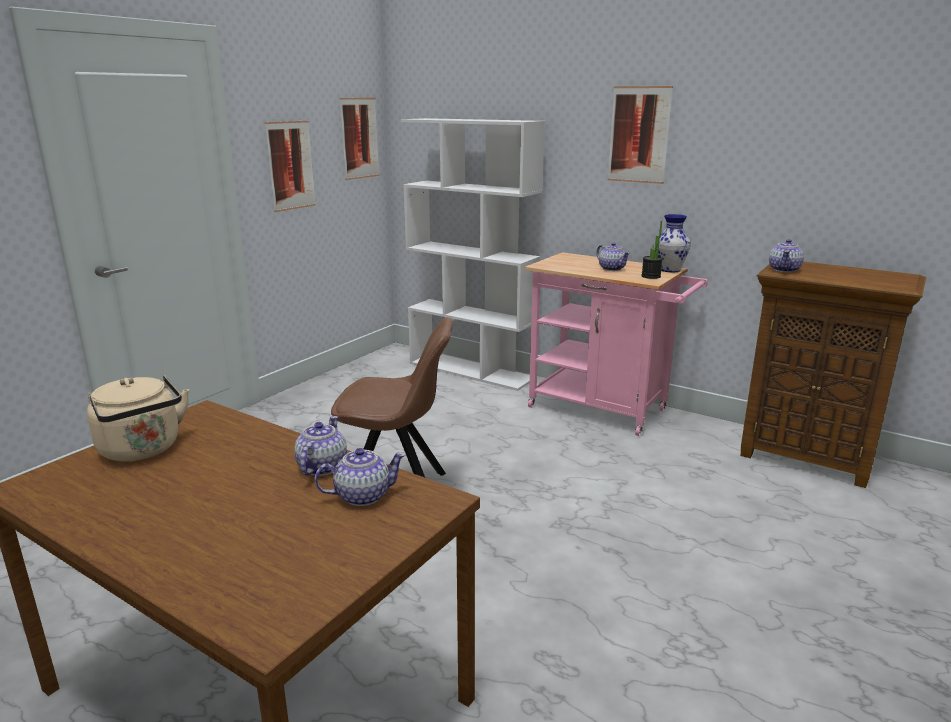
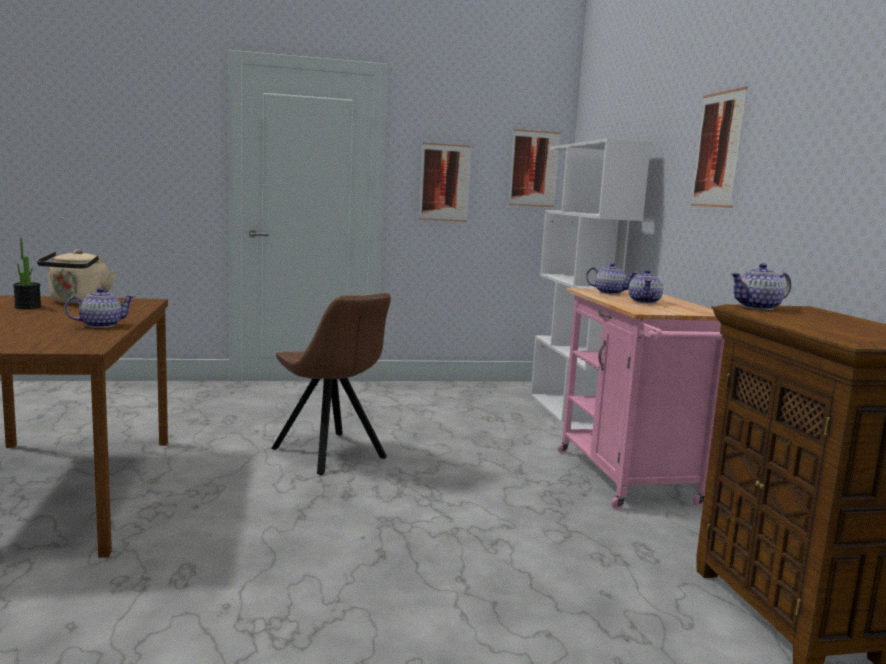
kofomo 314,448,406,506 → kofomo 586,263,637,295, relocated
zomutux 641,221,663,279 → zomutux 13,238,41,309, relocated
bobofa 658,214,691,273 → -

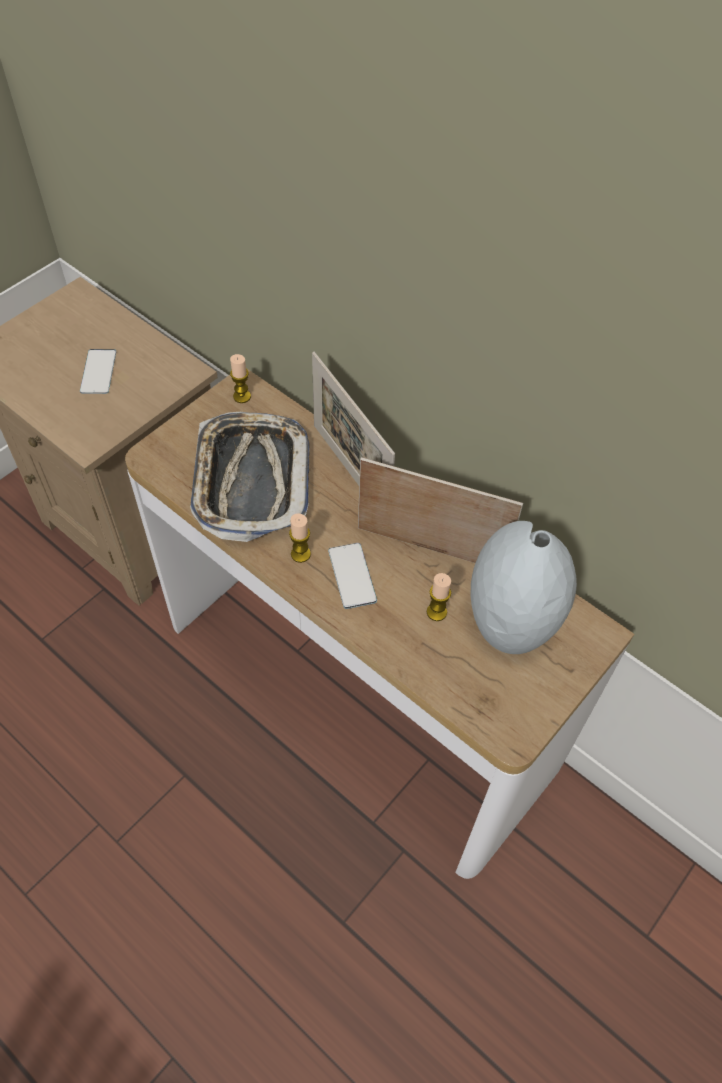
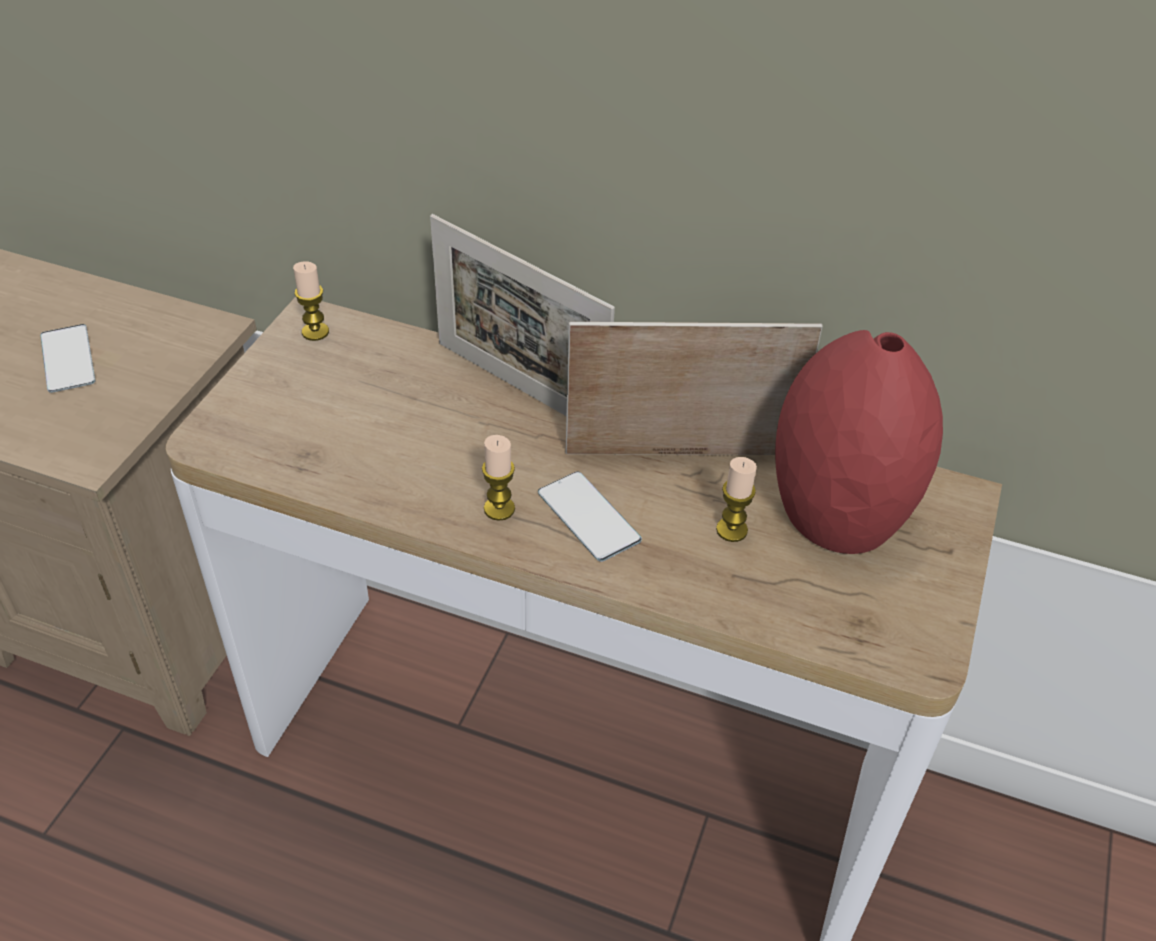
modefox 190,412,310,542 → -
grey_bobofa 471,521,577,654 → red_bobofa 775,330,943,554

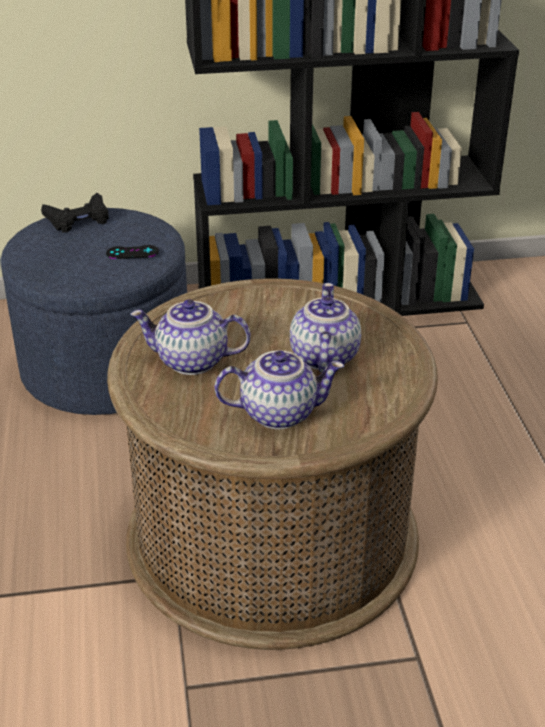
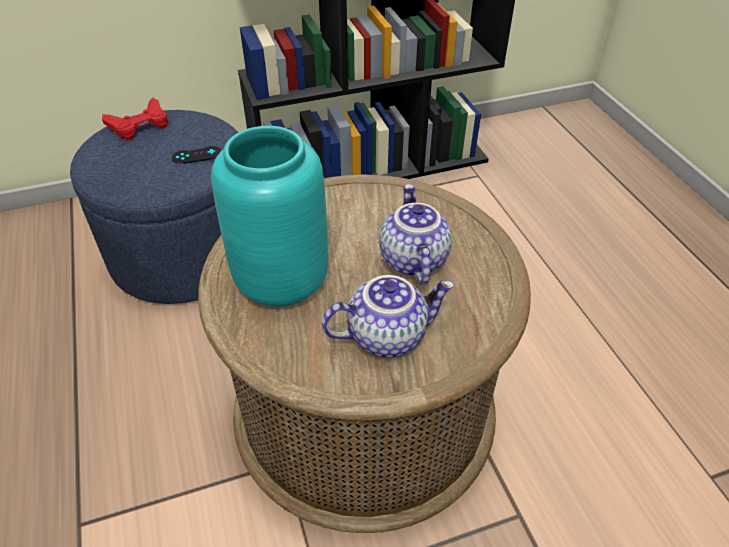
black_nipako 41,193,109,232 → red_nipako 102,98,169,141
kofomo 130,300,251,375 → turquoise_bobofa 211,126,328,307

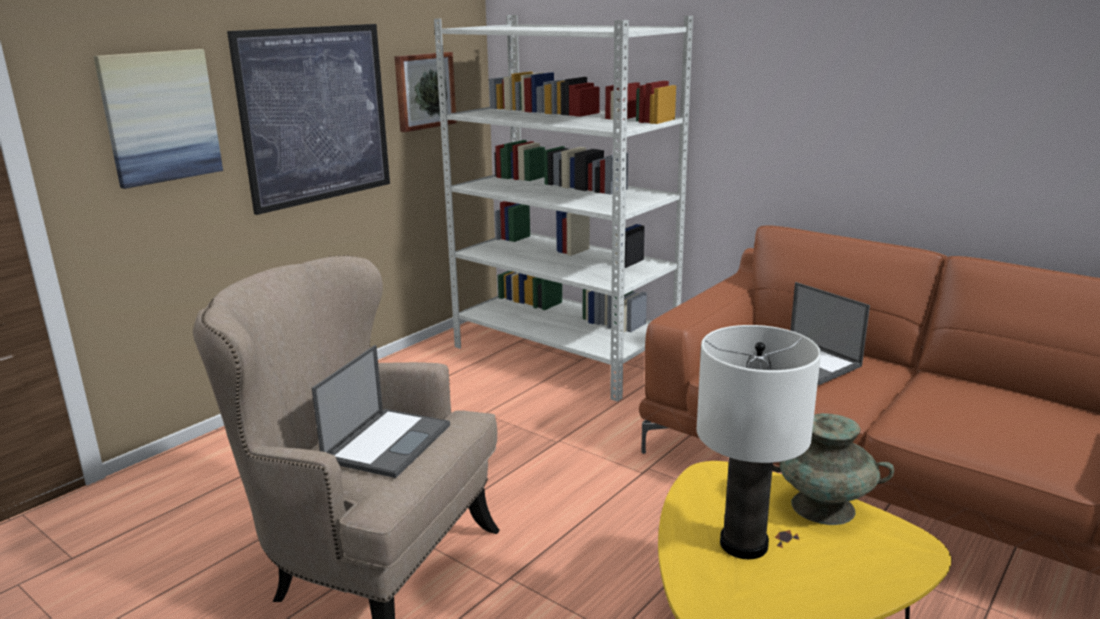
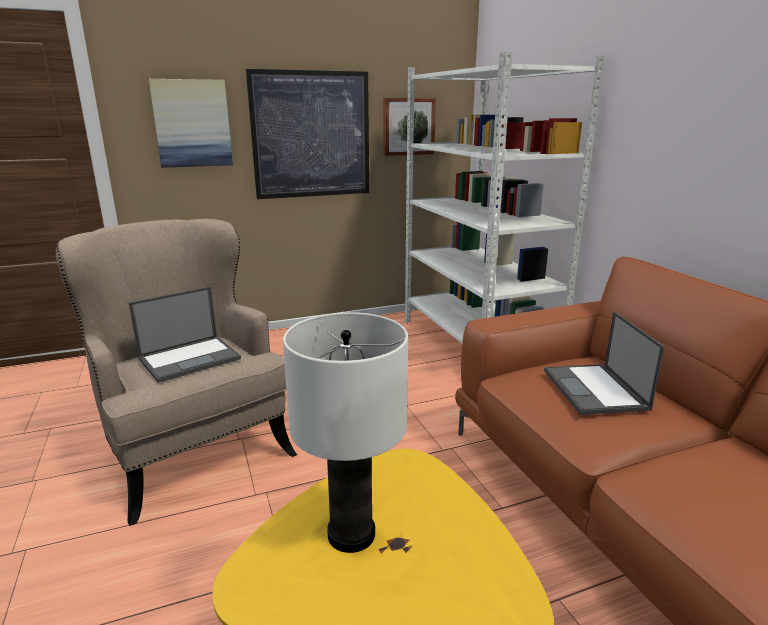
turquoise_bobofa 772,413,894,525 → -

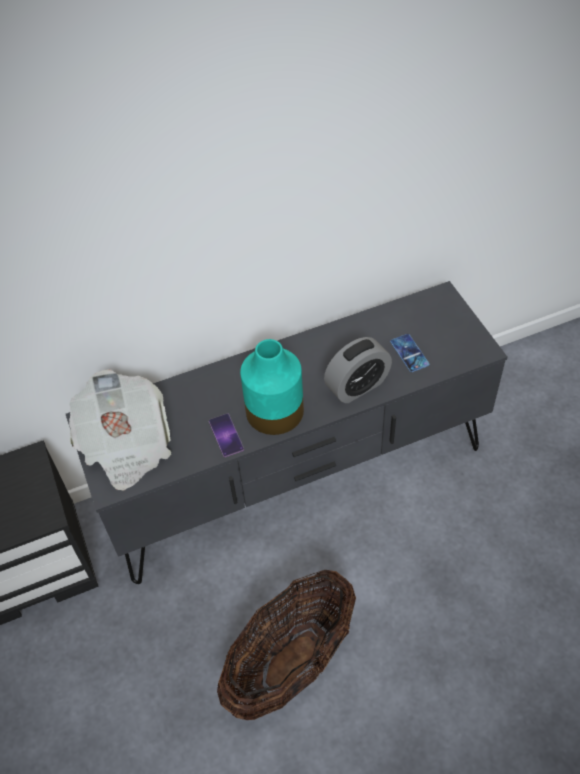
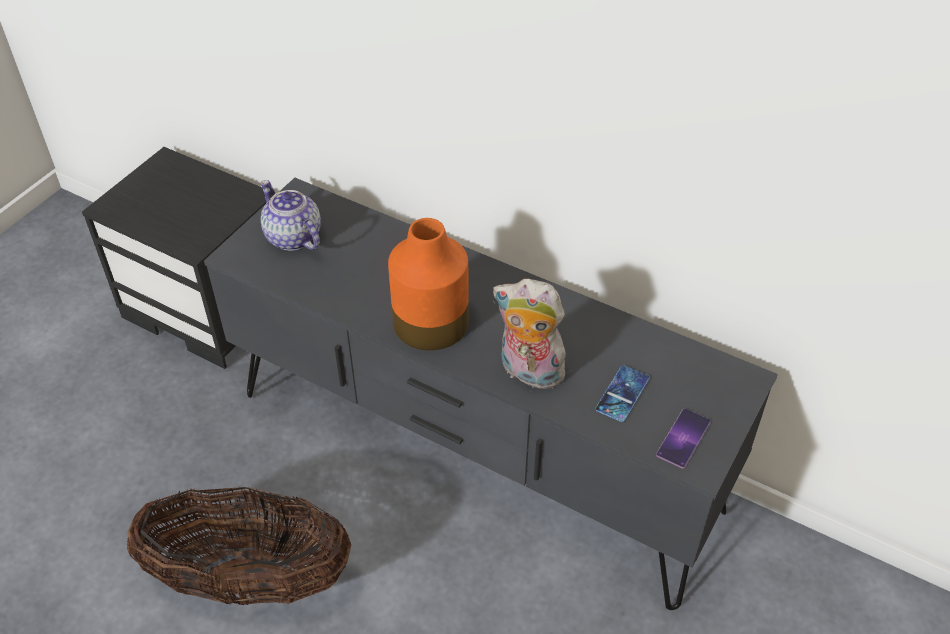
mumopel 69,369,171,490 → kofomo 260,180,321,251
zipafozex 209,413,244,457 → zipafozex 656,408,711,469, relocated
turquoise_bobofa 240,339,304,435 → orange_bobofa 388,218,469,351
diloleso 324,337,392,403 → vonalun 493,279,568,389

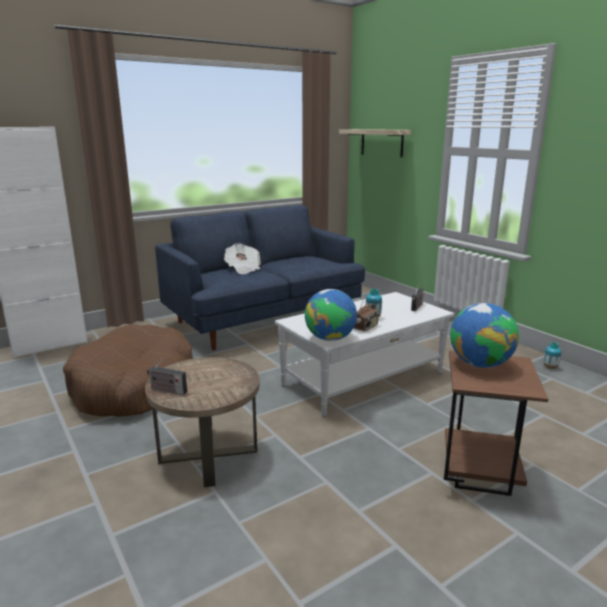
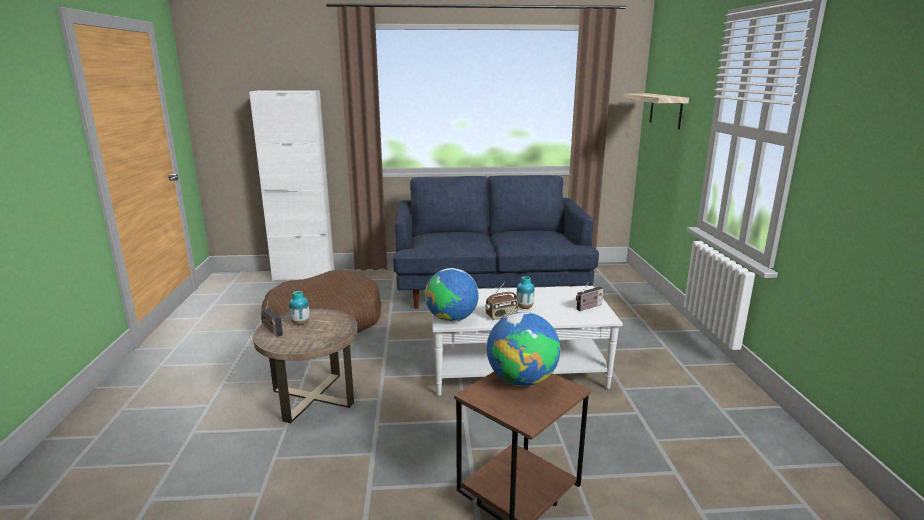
mumopel 224,243,261,274 → -
bobofa 543,342,561,369 → bobofa 289,291,310,325, relocated

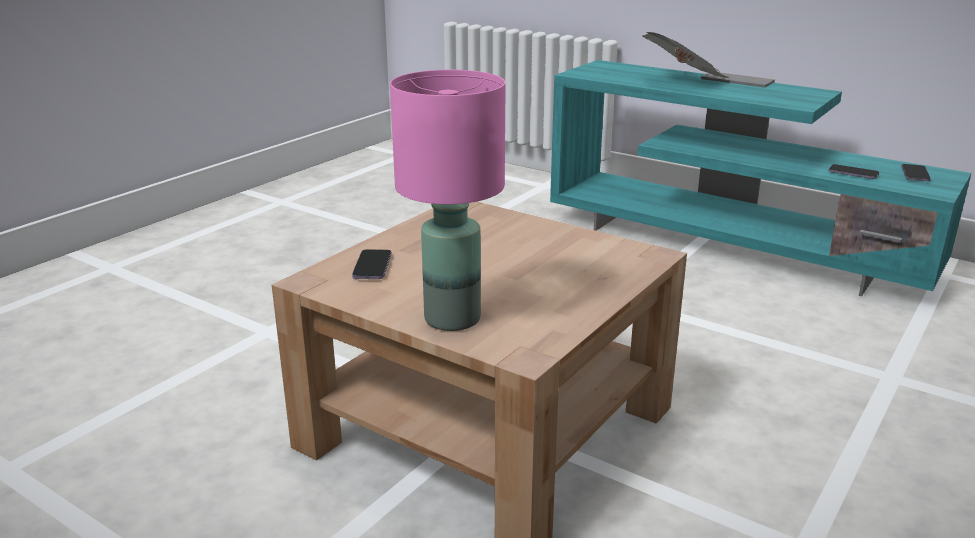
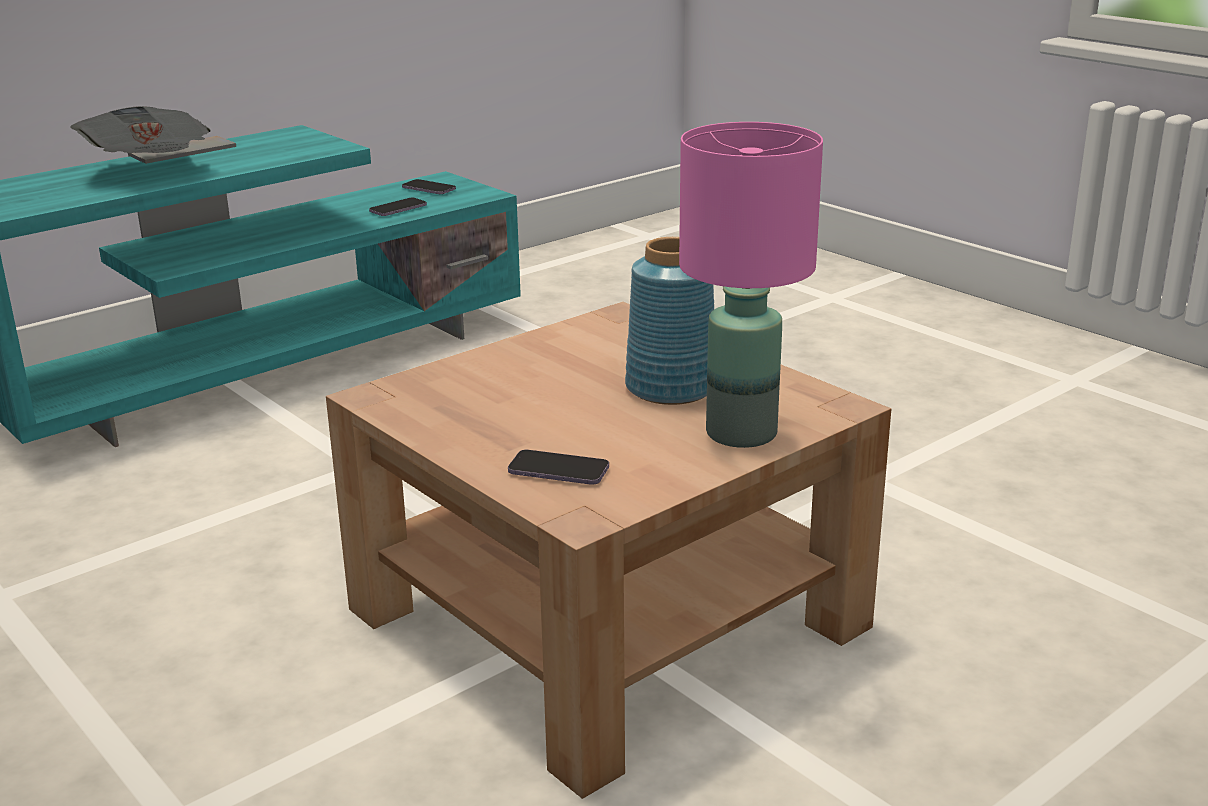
- → blue_bobofa 625,237,714,405

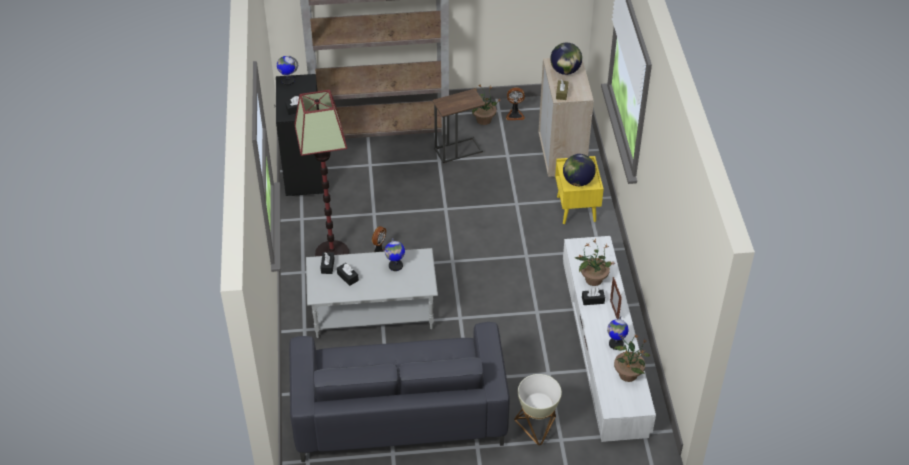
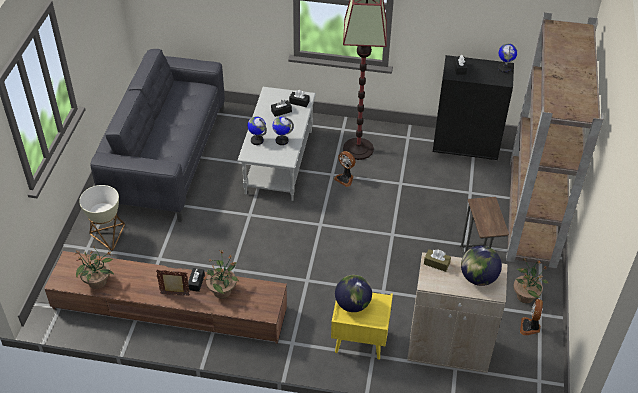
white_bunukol 563,236,656,442 → brown_bunukol 45,251,287,344
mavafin 607,316,628,350 → mavafin 247,116,267,145, relocated

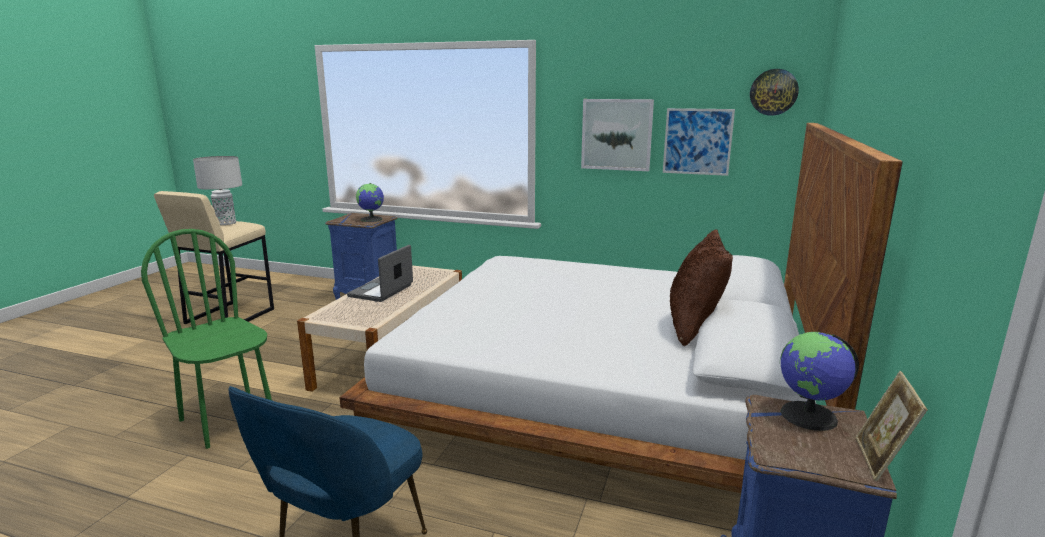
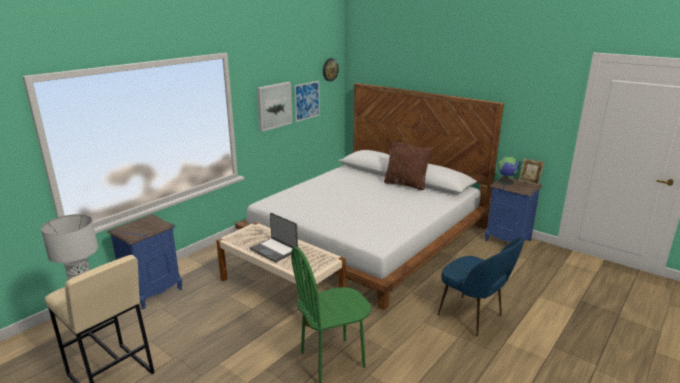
mavafin 356,183,384,222 → -

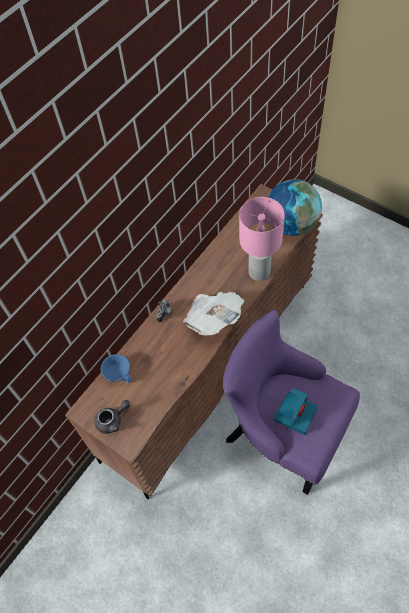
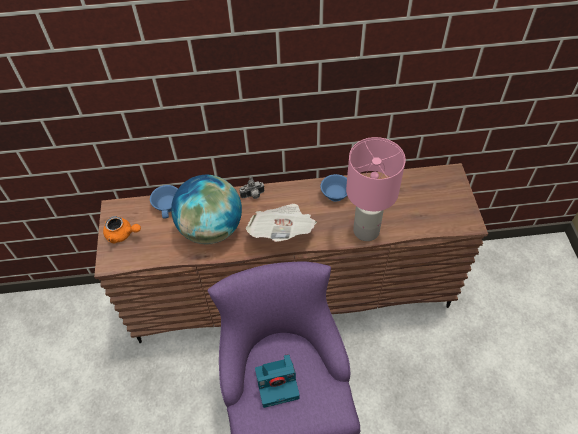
grey_kofomo 95,400,130,434 → orange_kofomo 103,216,141,243
mavafin 268,179,322,236 → mavafin 171,175,242,244, relocated
- → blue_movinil 320,174,347,202

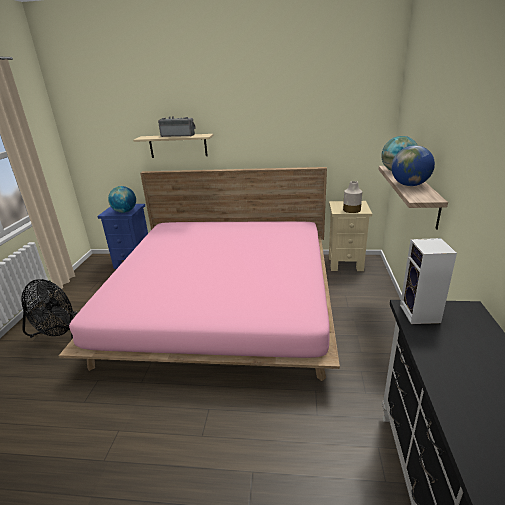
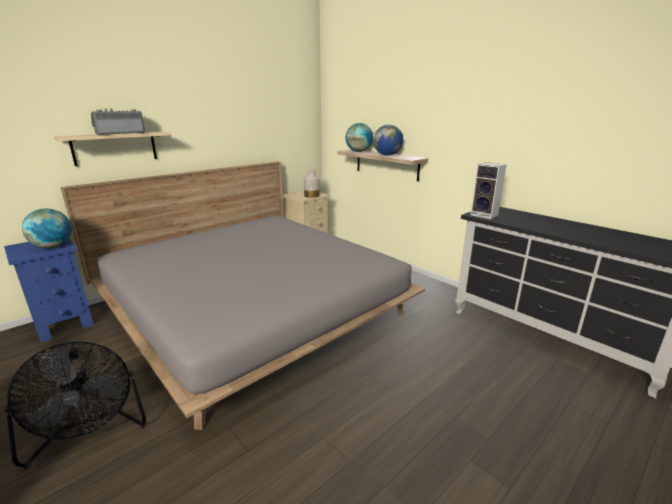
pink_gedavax 59,167,340,381 → grey_gedavax 61,162,425,430

